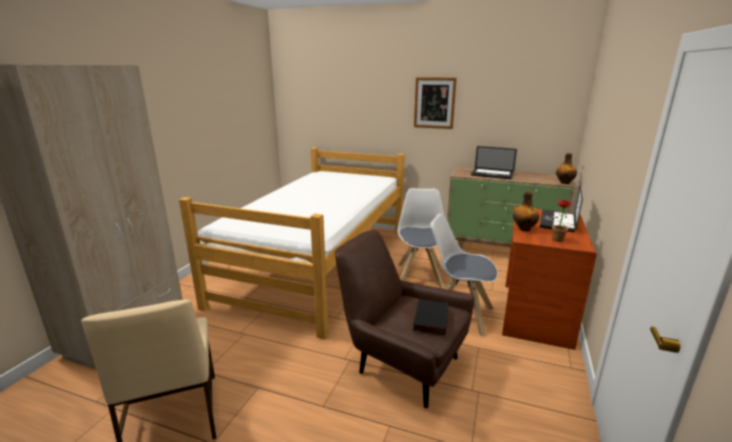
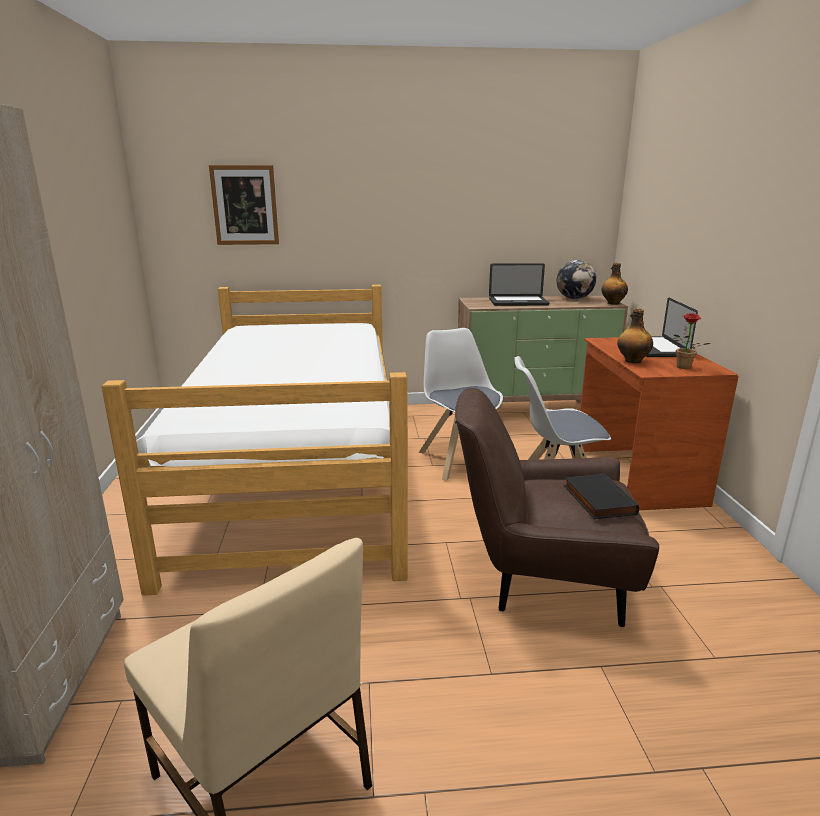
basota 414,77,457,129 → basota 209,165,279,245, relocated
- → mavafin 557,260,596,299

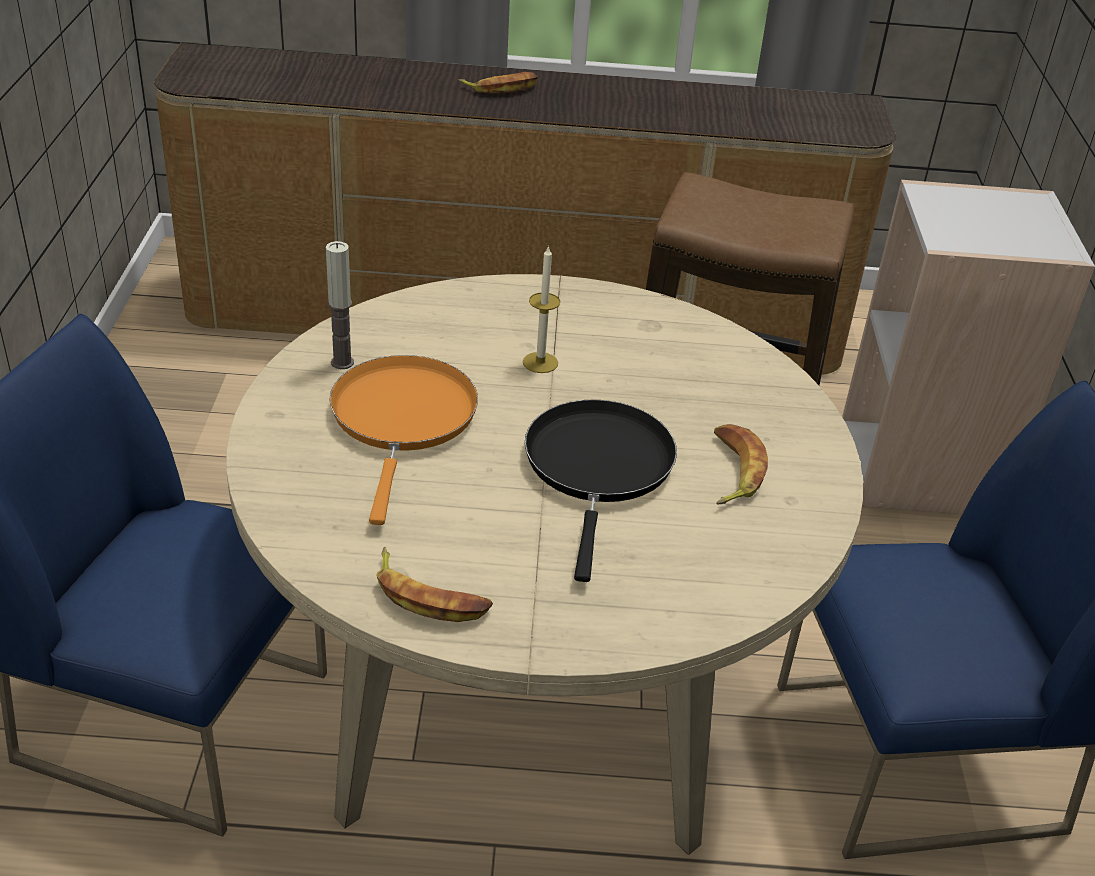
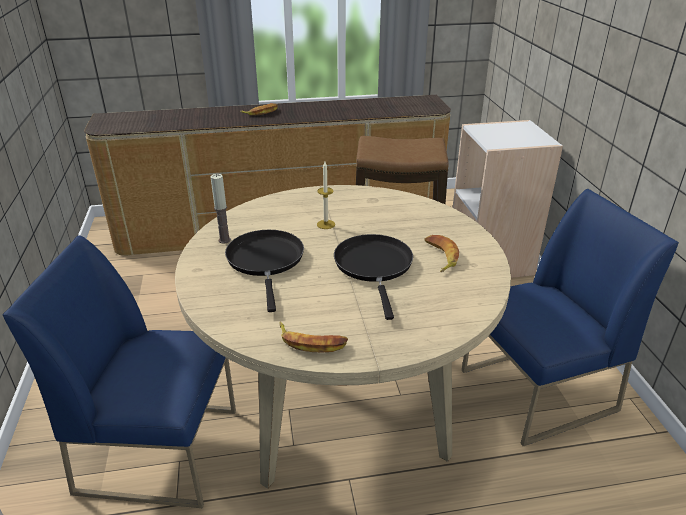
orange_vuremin 329,355,478,525 → black_vuremin 225,230,304,312

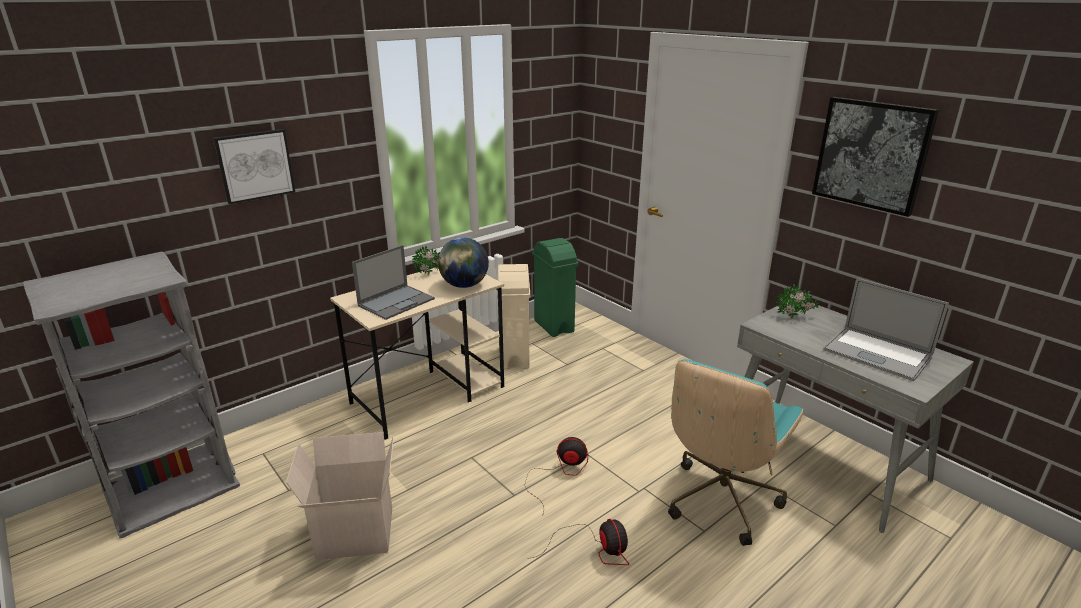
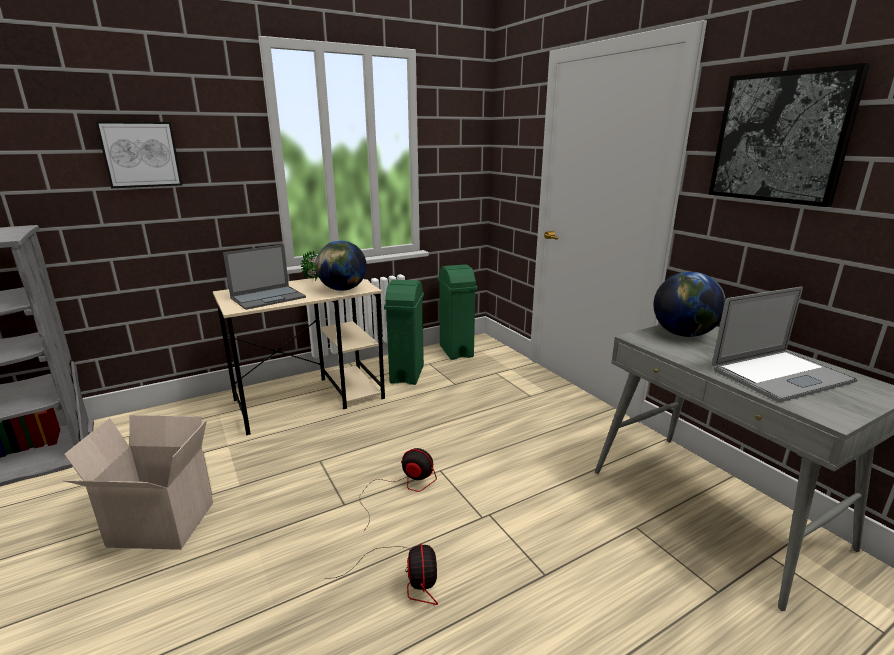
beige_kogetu 497,264,530,369 → green_kogetu 384,280,424,385
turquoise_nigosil 668,359,803,546 → -
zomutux 776,285,820,318 → mavafin 654,272,726,337
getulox 823,278,949,381 → getulox 712,286,858,402, 75 degrees counterclockwise

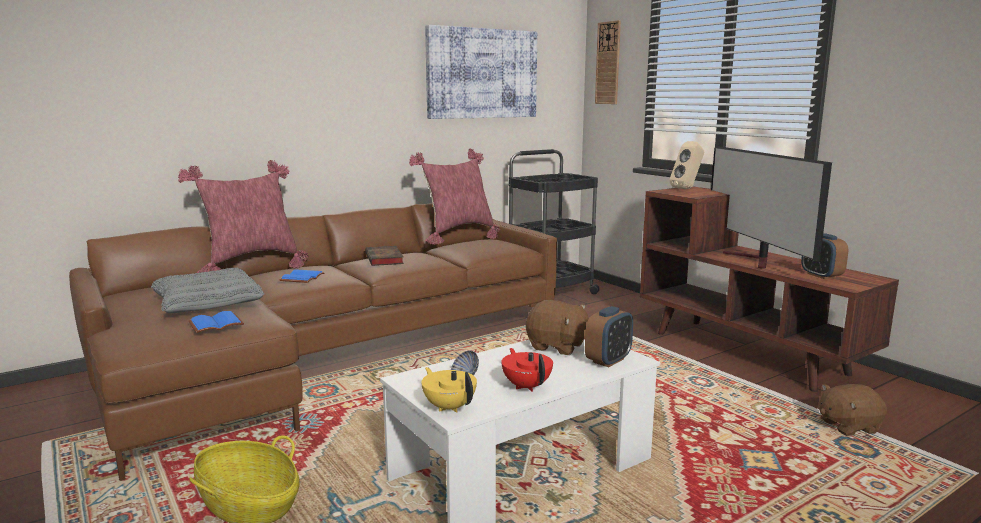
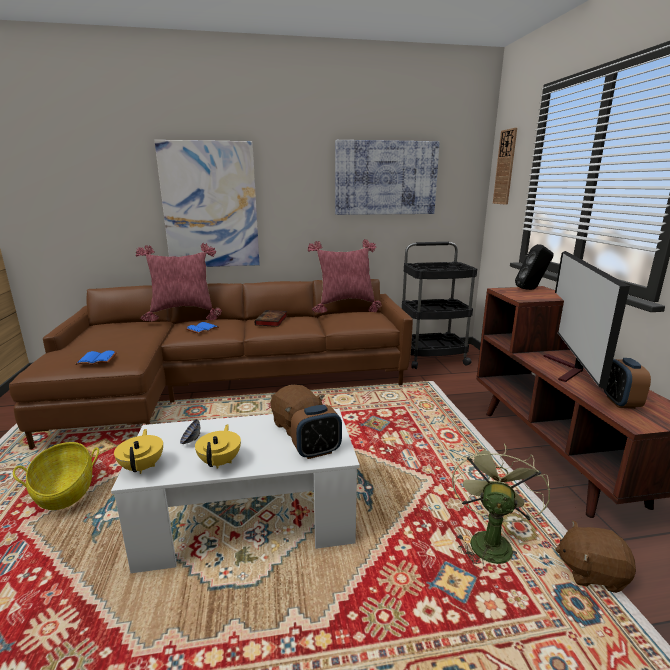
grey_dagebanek 151,268,264,313 → -
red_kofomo 502,348,553,392 → yellow_kofomo 195,424,241,469
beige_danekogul 669,141,704,189 → black_danekogul 515,244,554,290
- → basota 155,140,260,267
- → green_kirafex 452,444,550,570

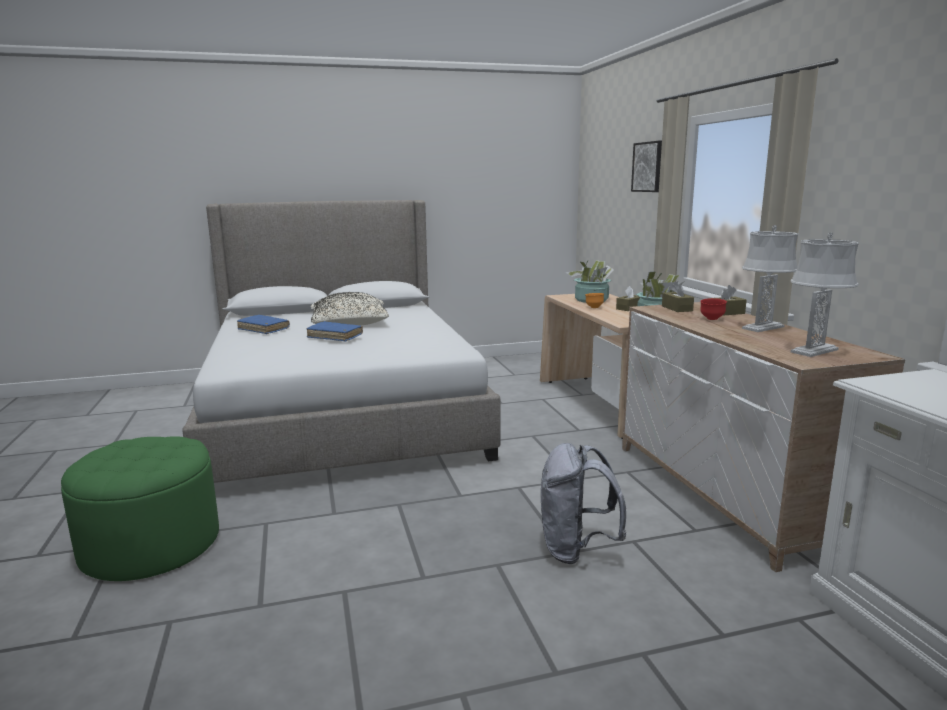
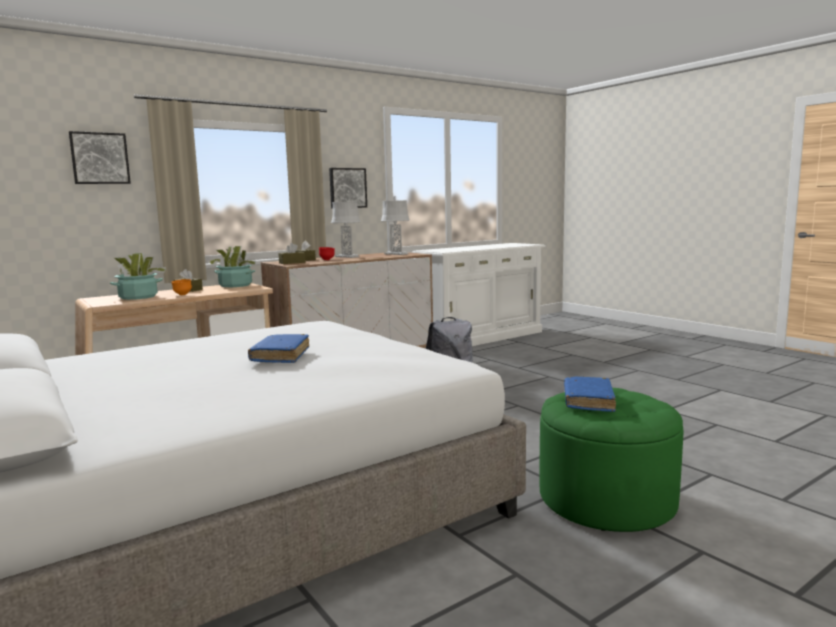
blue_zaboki 237,315,290,334 → blue_zaboki 564,376,616,412, relocated
beige_dagebanek 311,292,388,326 → -
- → basota 329,168,367,208

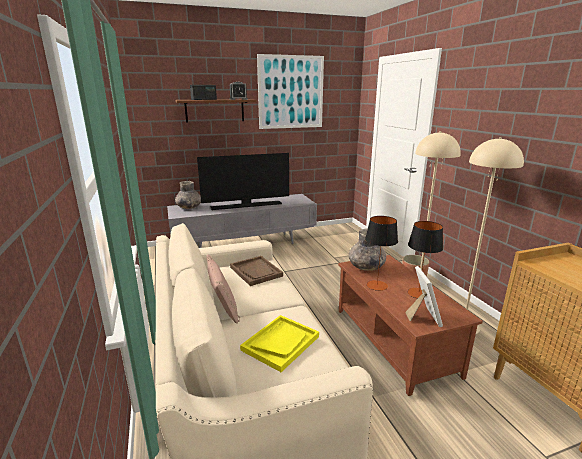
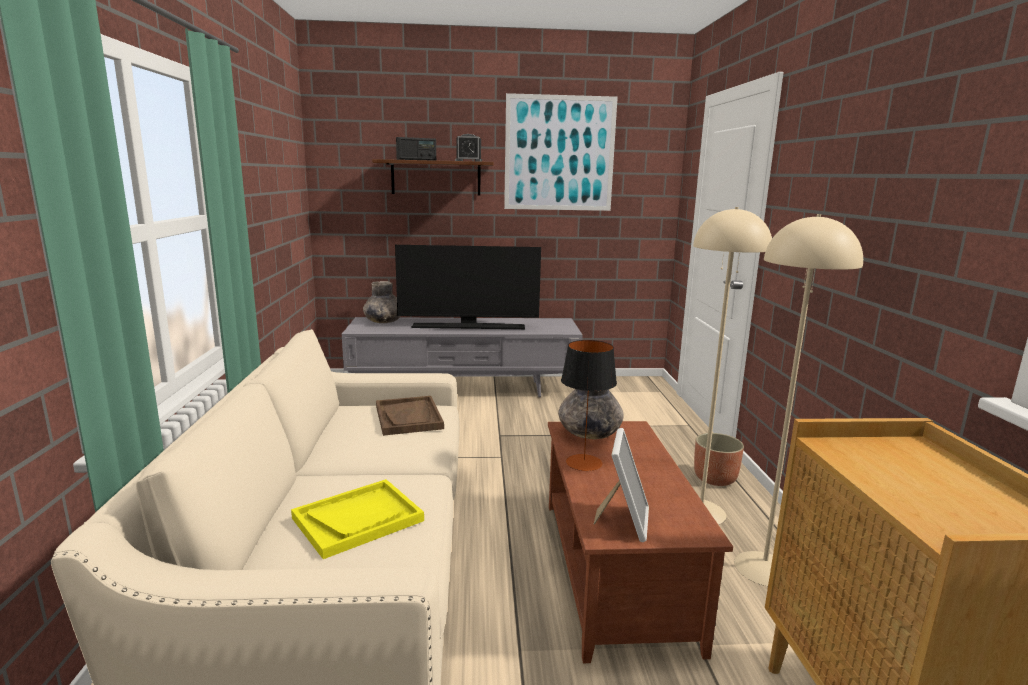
beige_dagebanek 206,254,240,324 → -
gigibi 408,221,443,298 → -

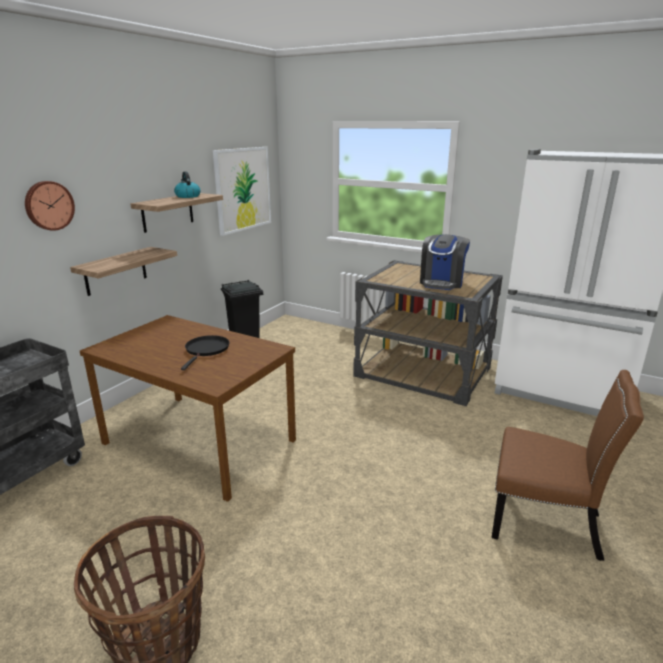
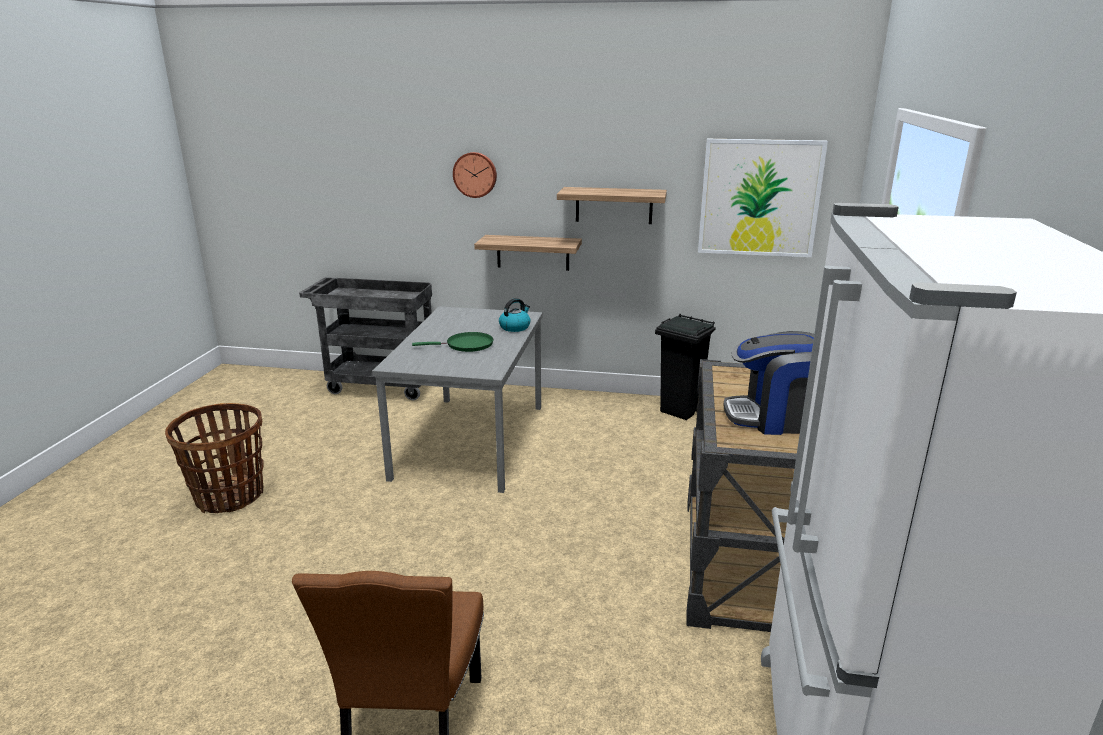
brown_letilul 80,315,296,502 → grey_letilul 372,306,543,493
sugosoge 174,171,201,198 → sugosoge 499,298,531,332, relocated
black_vuremin 181,335,229,370 → green_vuremin 412,332,494,352

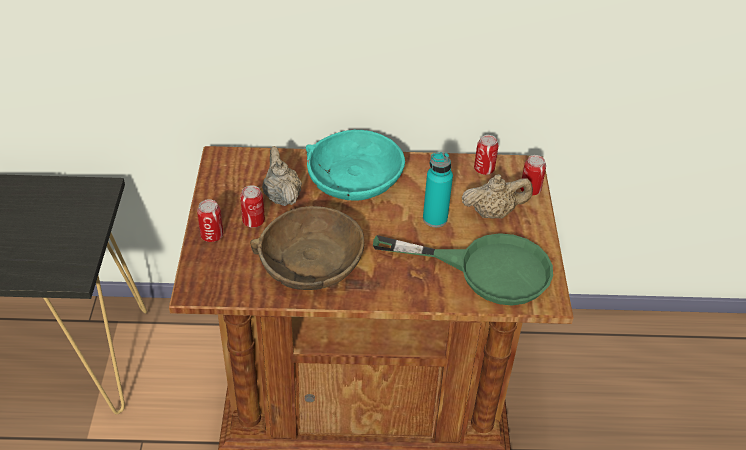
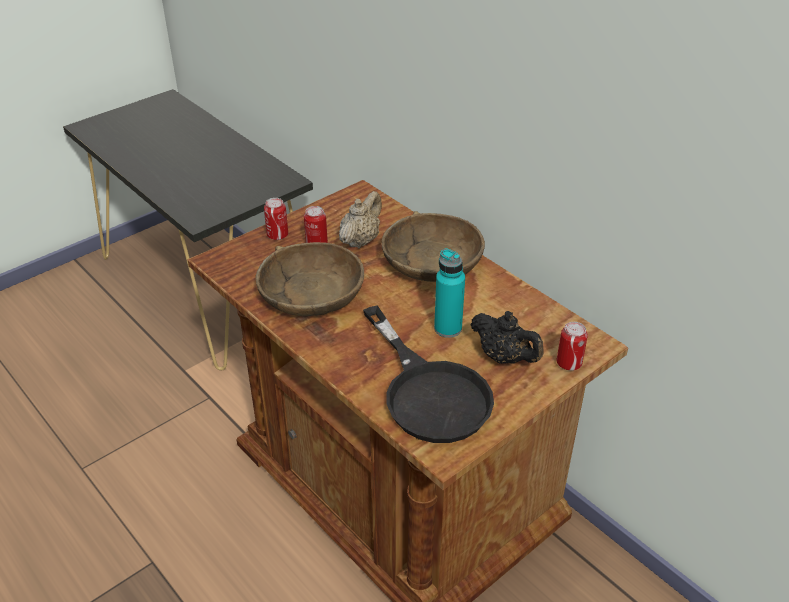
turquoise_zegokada 306,129,405,200 → brown_zegokada 381,211,485,282
green_vuremin 373,233,553,306 → black_vuremin 363,305,494,443
beige_kofomo 462,174,533,219 → black_kofomo 470,311,543,364
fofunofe 474,135,499,175 → -

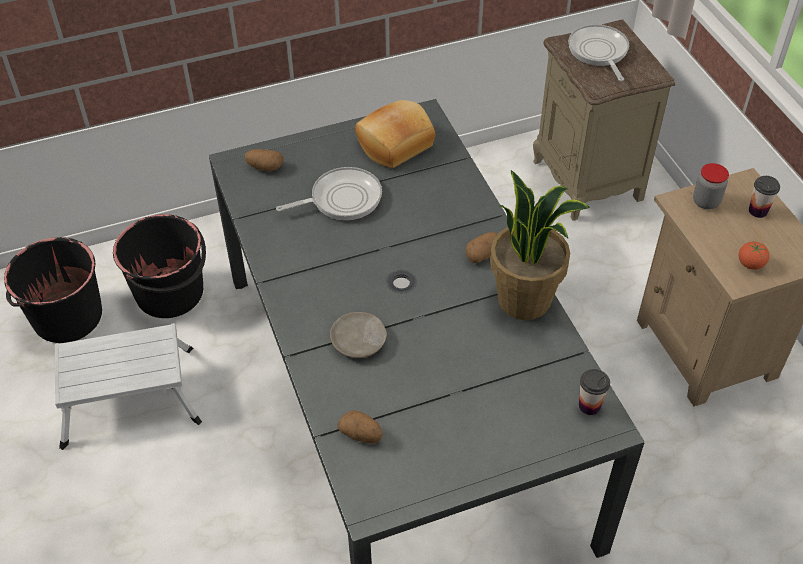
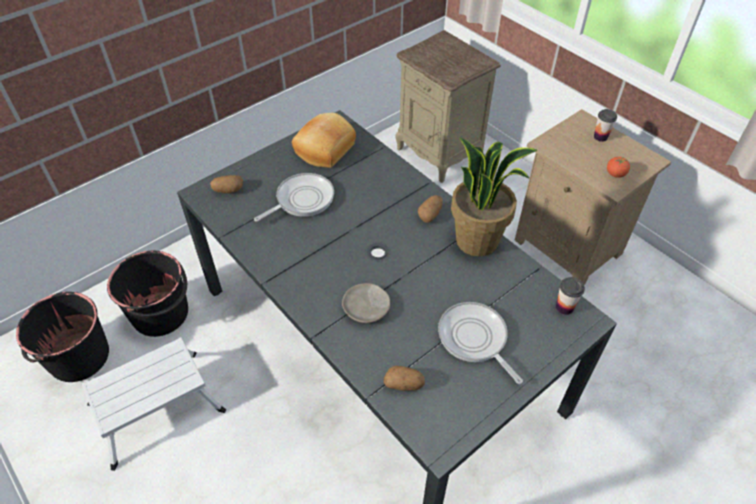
vuremin 568,24,629,81 → vuremin 438,302,523,384, relocated
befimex 693,163,729,209 → -

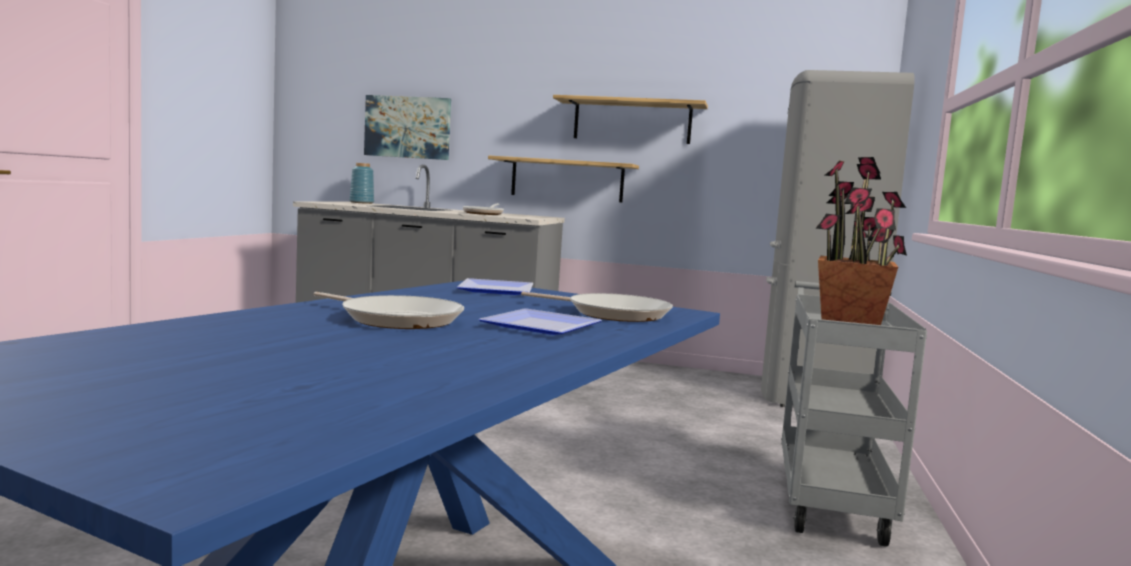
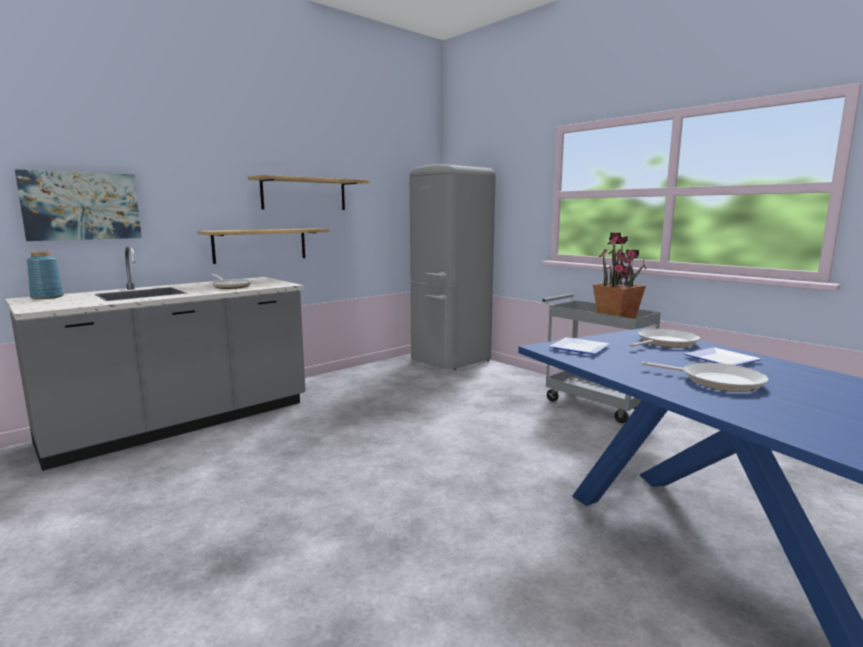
vuremin 313,292,464,329 → vuremin 642,362,769,392, 60 degrees clockwise

